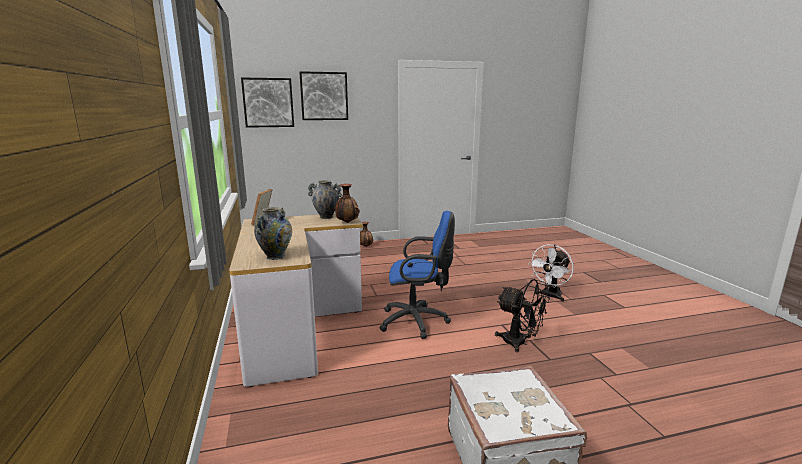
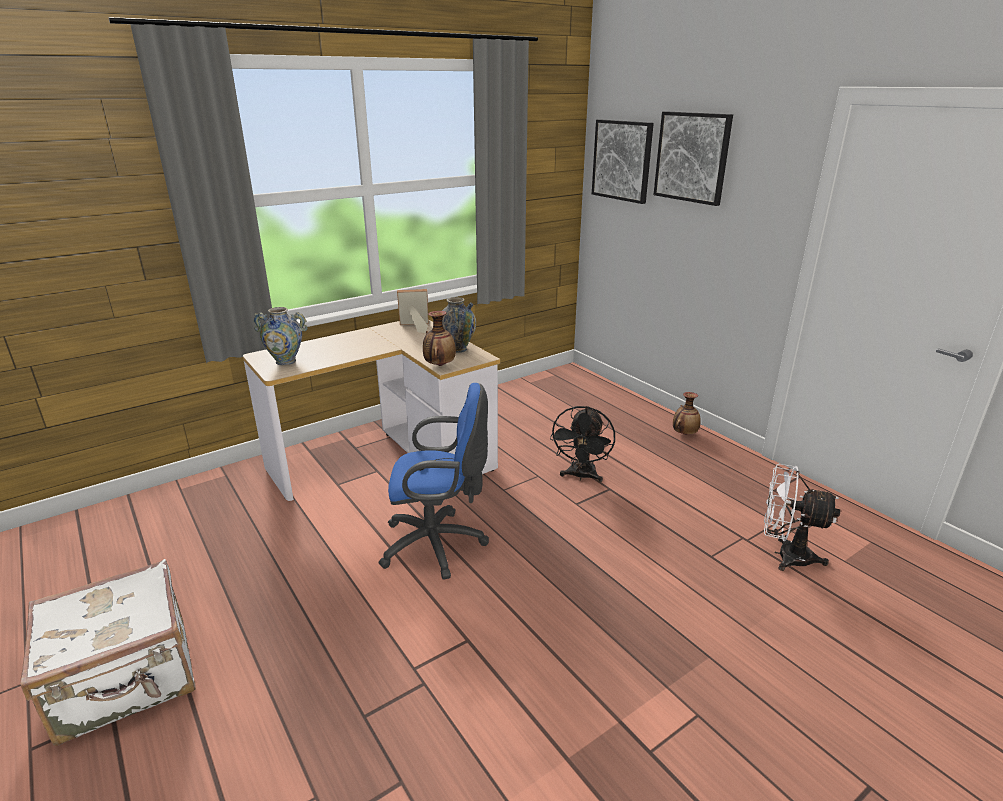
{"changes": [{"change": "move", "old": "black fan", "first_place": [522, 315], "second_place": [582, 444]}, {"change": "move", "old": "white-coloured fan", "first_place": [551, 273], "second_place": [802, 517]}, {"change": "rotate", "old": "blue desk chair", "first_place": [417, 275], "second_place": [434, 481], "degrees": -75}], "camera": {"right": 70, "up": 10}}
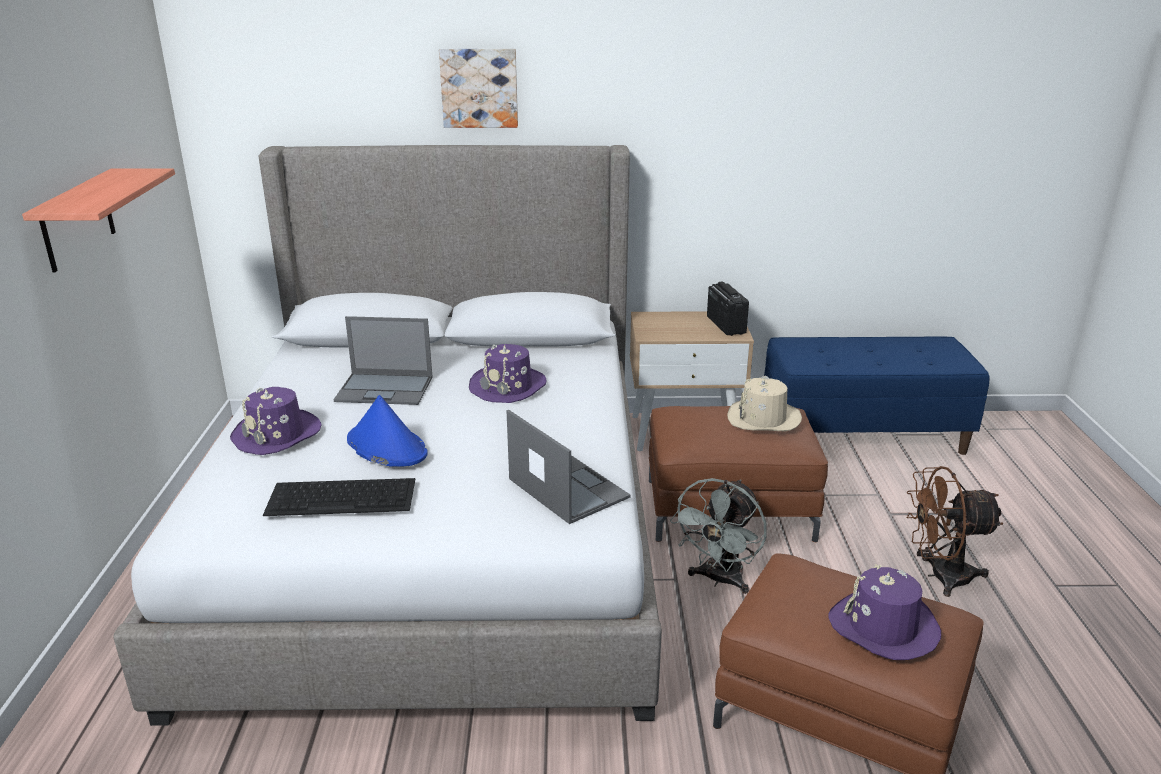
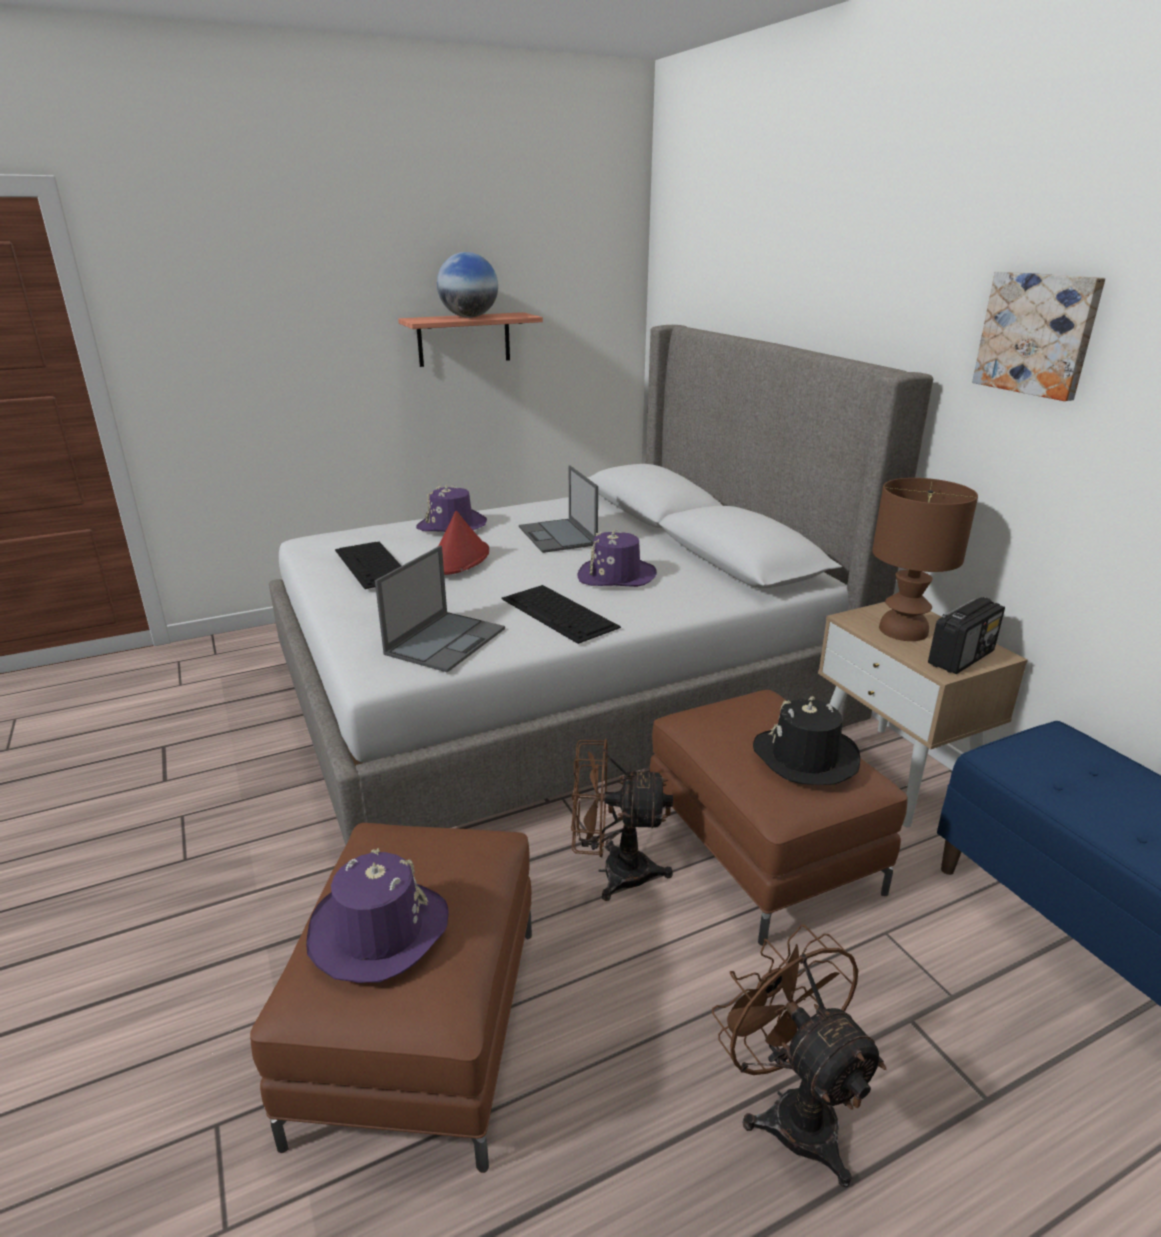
{"changes": [{"change": "insert", "new": "world globe", "second_place": [467, 285]}, {"change": "insert", "new": "PC keyboard", "second_place": [561, 614]}, {"change": "insert", "new": "brown-coloured lamp for a table", "second_place": [925, 559]}, {"change": "move", "old": "wall art", "first_place": [478, 88], "second_place": [1038, 336]}, {"change": "recolor", "old": "blue clothing hat", "new": "red-coloured clothing hat", "first_place": [387, 431], "second_place": [463, 543]}, {"change": "recolor", "old": "greyish fan", "new": "brown-coloured fan", "first_place": [718, 536], "second_place": [622, 820]}, {"change": "recolor", "old": "sand-coloured clothing hat", "new": "black clothing hat", "first_place": [764, 403], "second_place": [806, 740]}], "camera": {"right": 65, "up": 0}}
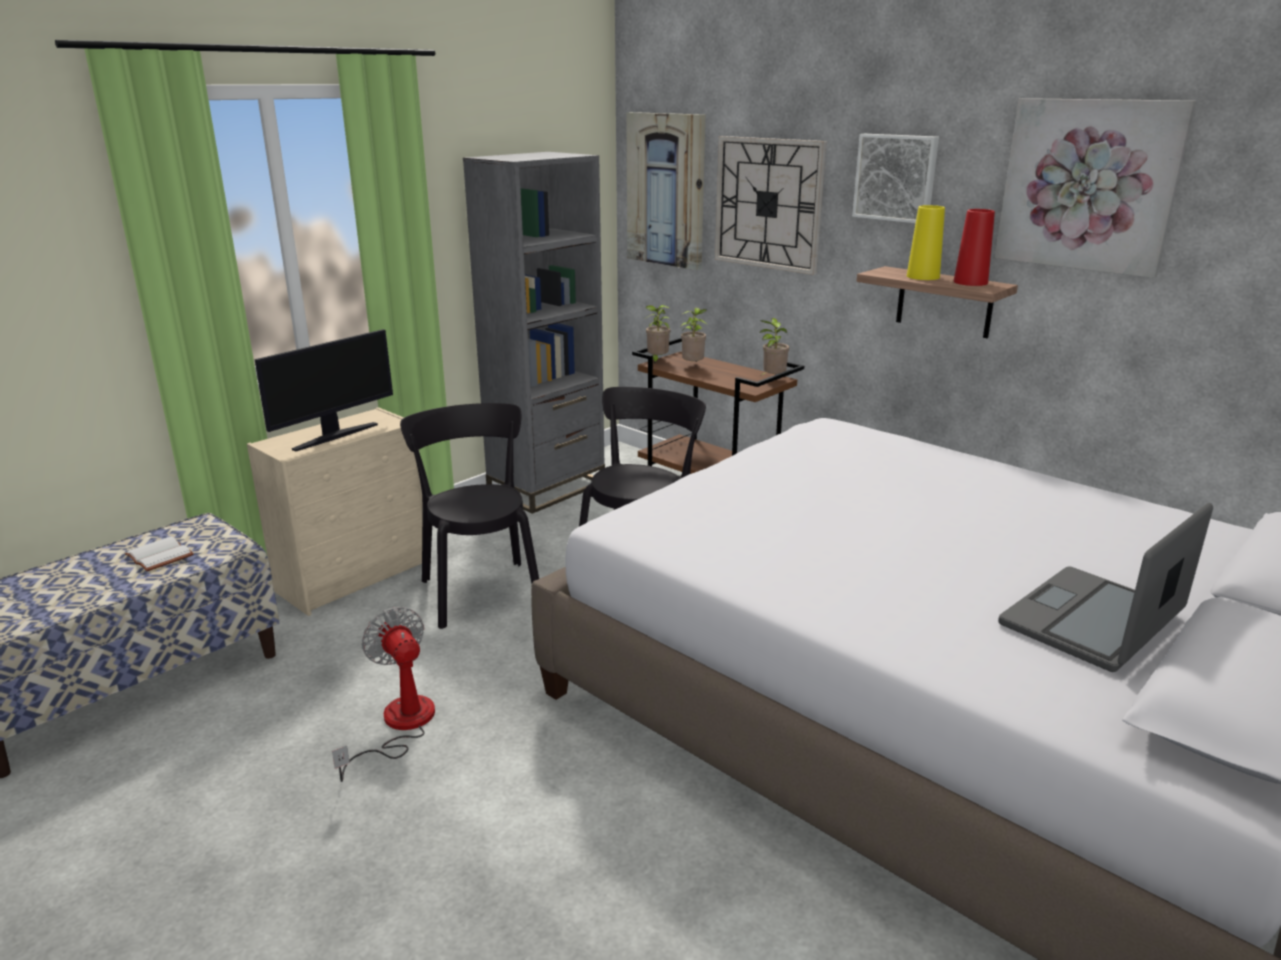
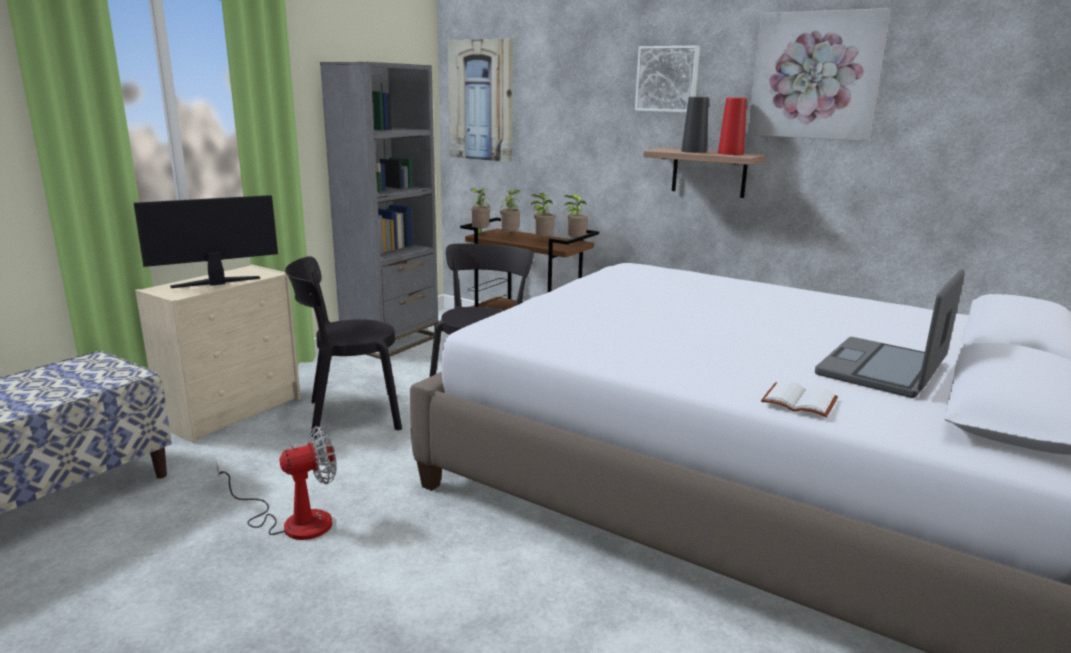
{"changes": [{"change": "delete", "old": "wall clock", "first_place": [770, 205]}, {"change": "insert", "new": "potted plant", "second_place": [543, 216]}, {"change": "move", "old": "white-coloured volume", "first_place": [159, 553], "second_place": [799, 398]}, {"change": "recolor", "old": "yellow-coloured vase", "new": "black vase", "first_place": [926, 242], "second_place": [695, 125]}, {"change": "rotate", "old": "computer screen", "first_place": [324, 390], "second_place": [206, 241], "degrees": -150}, {"change": "rotate", "old": "fan", "first_place": [383, 694], "second_place": [276, 483], "degrees": 105}, {"change": "rotate", "old": "black chair", "first_place": [469, 516], "second_place": [343, 348], "degrees": -75}], "camera": {"right": -10, "up": -5}}
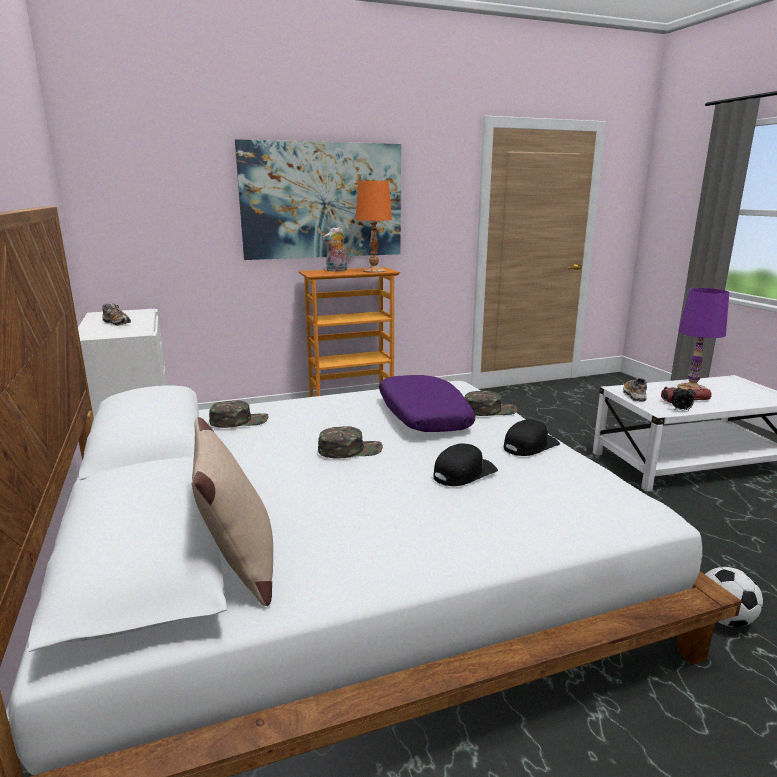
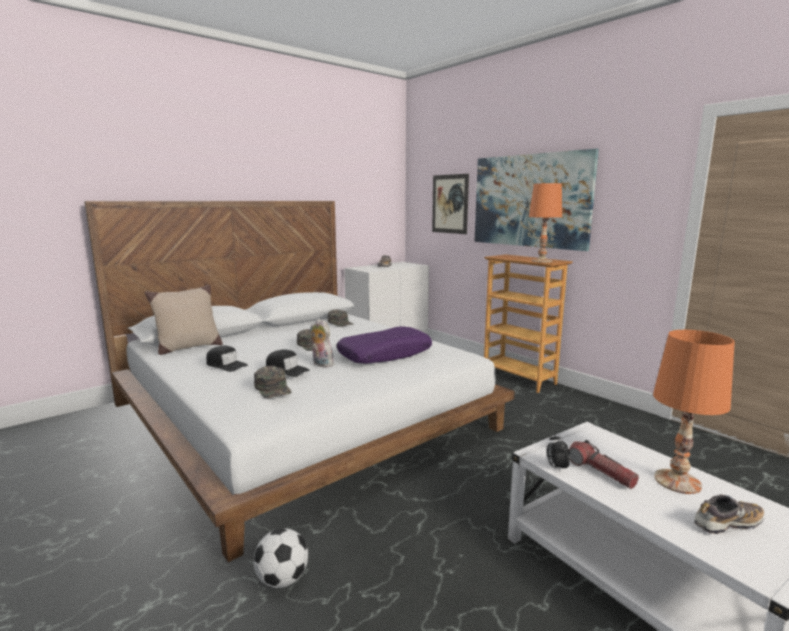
{"changes": [{"change": "insert", "new": "wall art", "second_place": [450, 204]}, {"change": "move", "old": "cuddly toy", "first_place": [334, 249], "second_place": [322, 343]}, {"change": "move", "old": "green cap", "first_place": [490, 403], "second_place": [272, 382]}, {"change": "move", "old": "black cap", "first_place": [532, 437], "second_place": [227, 358]}, {"change": "move", "old": "low shoe", "first_place": [635, 390], "second_place": [729, 514]}, {"change": "recolor", "old": "purple lamp for a table", "new": "orangey lamp for a table", "first_place": [703, 338], "second_place": [694, 412]}], "camera": {"right": 70, "up": -5}}
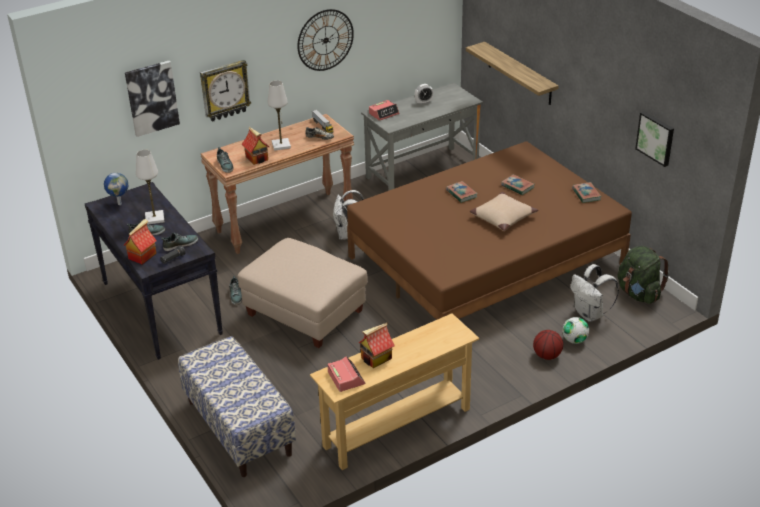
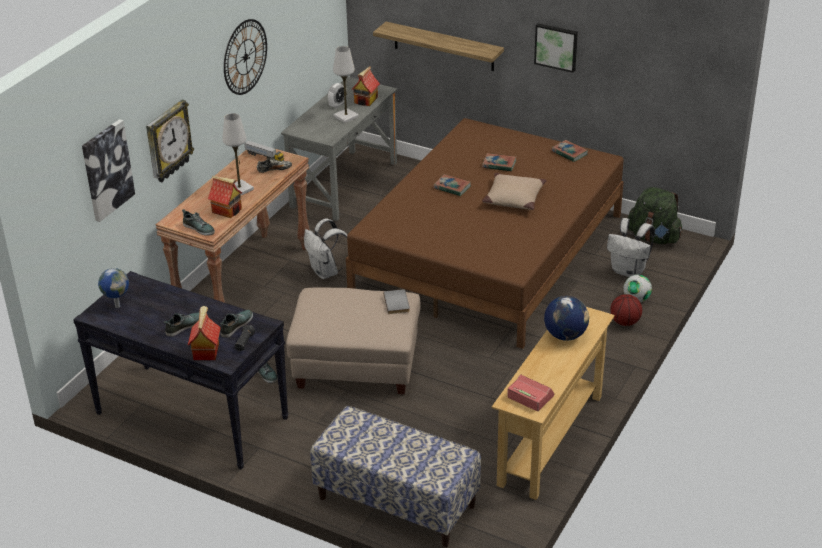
{"changes": [{"change": "delete", "old": "table clock", "first_place": [384, 110]}, {"change": "insert", "new": "greyish volume", "second_place": [396, 301]}, {"change": "insert", "new": "world globe", "second_place": [566, 318]}, {"change": "move", "old": "white-coloured lamp for a table", "first_place": [150, 187], "second_place": [346, 84]}, {"change": "move", "old": "toy house", "first_place": [376, 345], "second_place": [365, 86]}, {"change": "move", "old": "wall art", "first_place": [654, 139], "second_place": [556, 48]}], "camera": {"right": -30, "up": 0}}
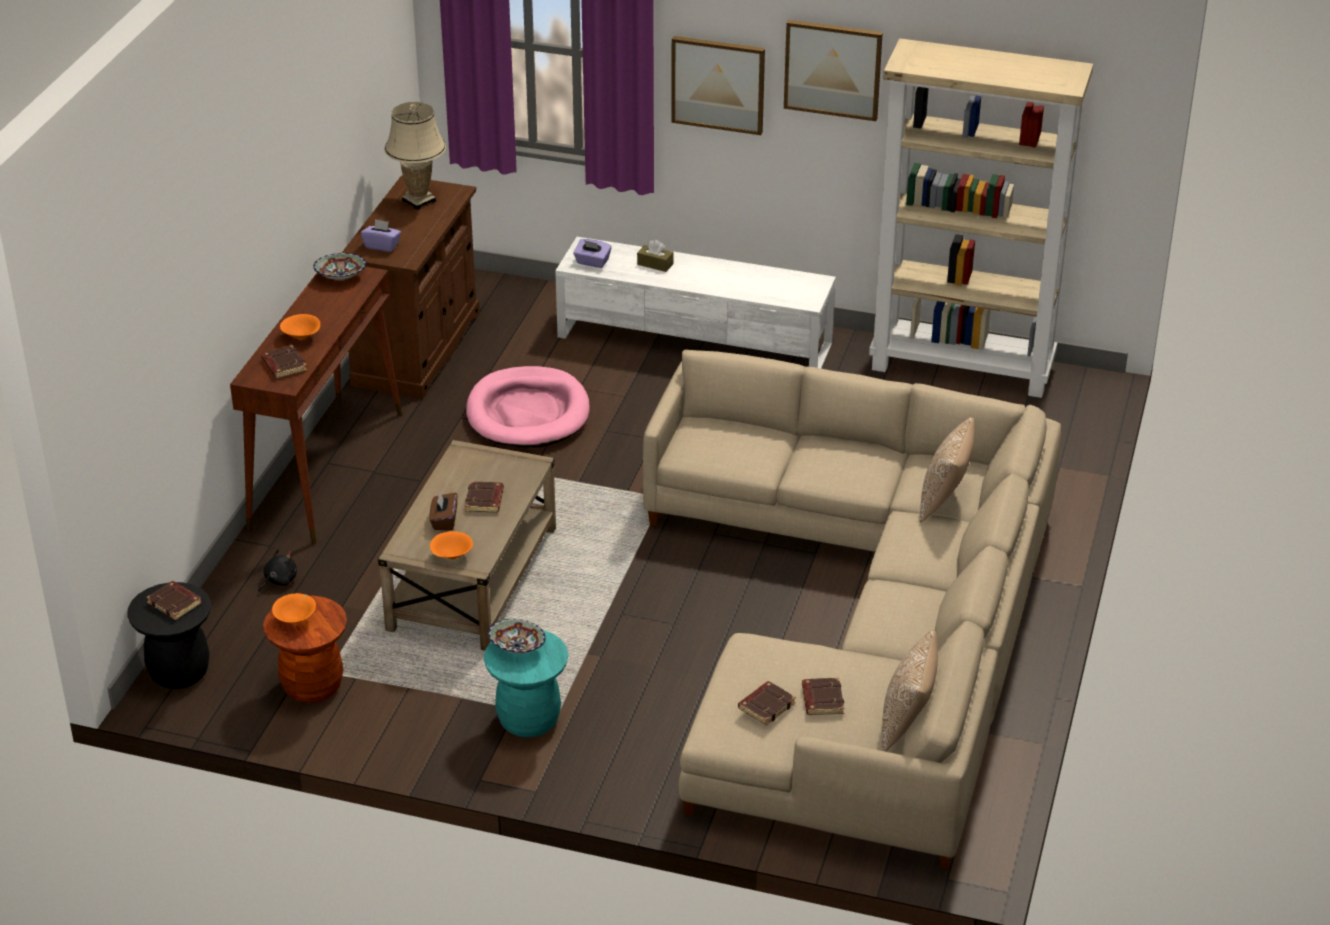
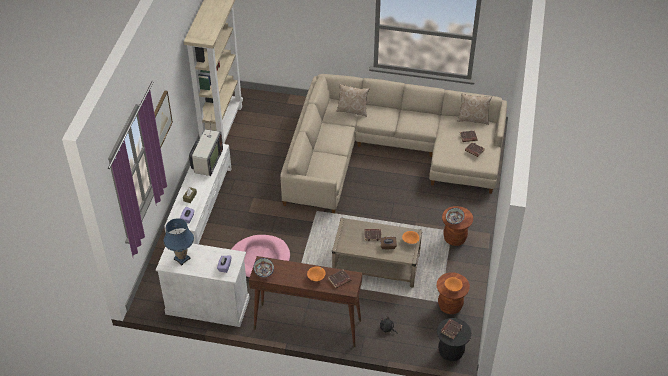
{"changes": [{"change": "delete", "old": "wall art", "first_place": [833, 70]}, {"change": "insert", "new": "TV", "second_place": [206, 145]}, {"change": "recolor", "old": "brown-coloured storage cabinet", "new": "white-coloured storage cabinet", "first_place": [411, 286], "second_place": [203, 285]}, {"change": "recolor", "old": "sand-coloured lamp for a table", "new": "blue lamp for a table", "first_place": [415, 156], "second_place": [178, 241]}, {"change": "recolor", "old": "blue-green stool", "new": "brown-coloured stool", "first_place": [526, 683], "second_place": [457, 226]}], "camera": {"right": -95, "up": 10}}
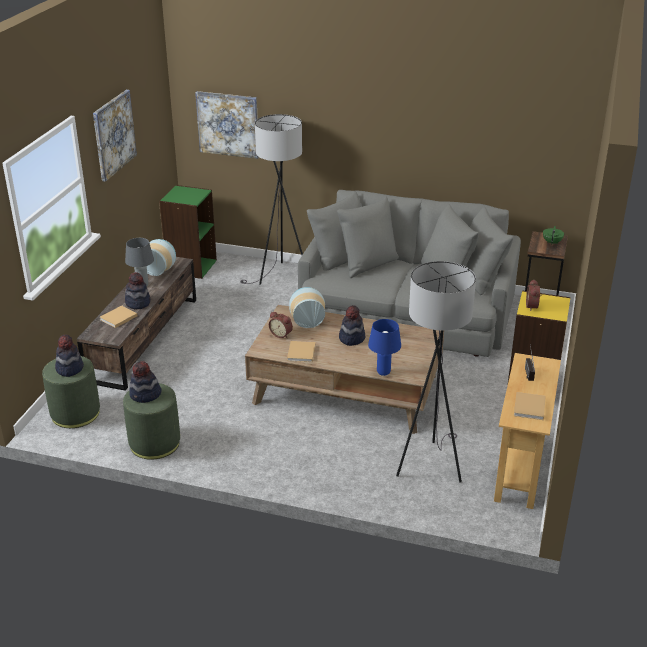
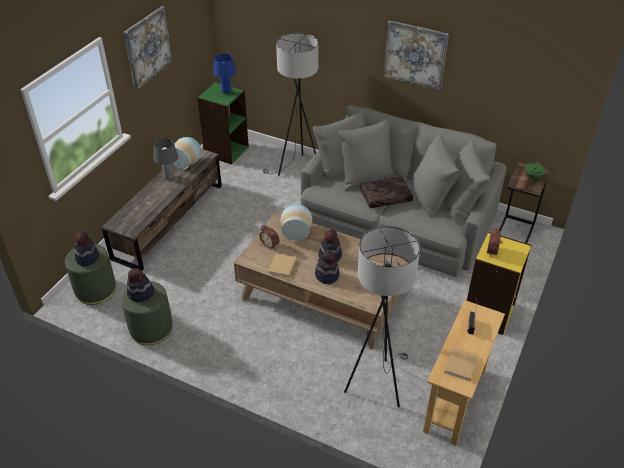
{"changes": [{"change": "delete", "old": "sand-coloured volume", "first_place": [119, 316]}, {"change": "insert", "new": "brown-coloured pillow", "second_place": [386, 192]}, {"change": "move", "old": "clothing hat", "first_place": [138, 290], "second_place": [327, 267]}, {"change": "move", "old": "wall art", "first_place": [227, 125], "second_place": [416, 55]}, {"change": "move", "old": "blue lamp for a table", "first_place": [384, 347], "second_place": [224, 74]}], "camera": {"right": 10, "up": 10}}
